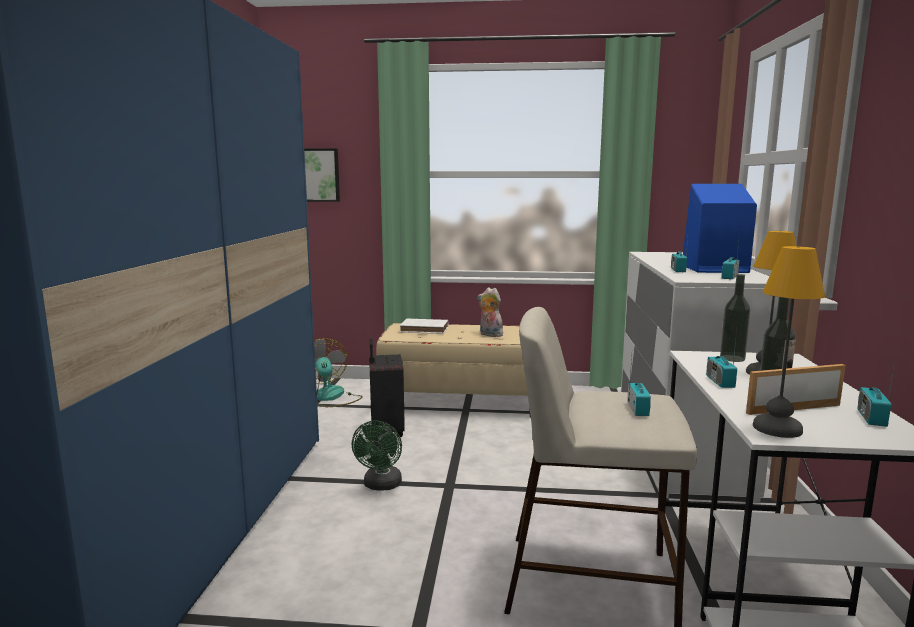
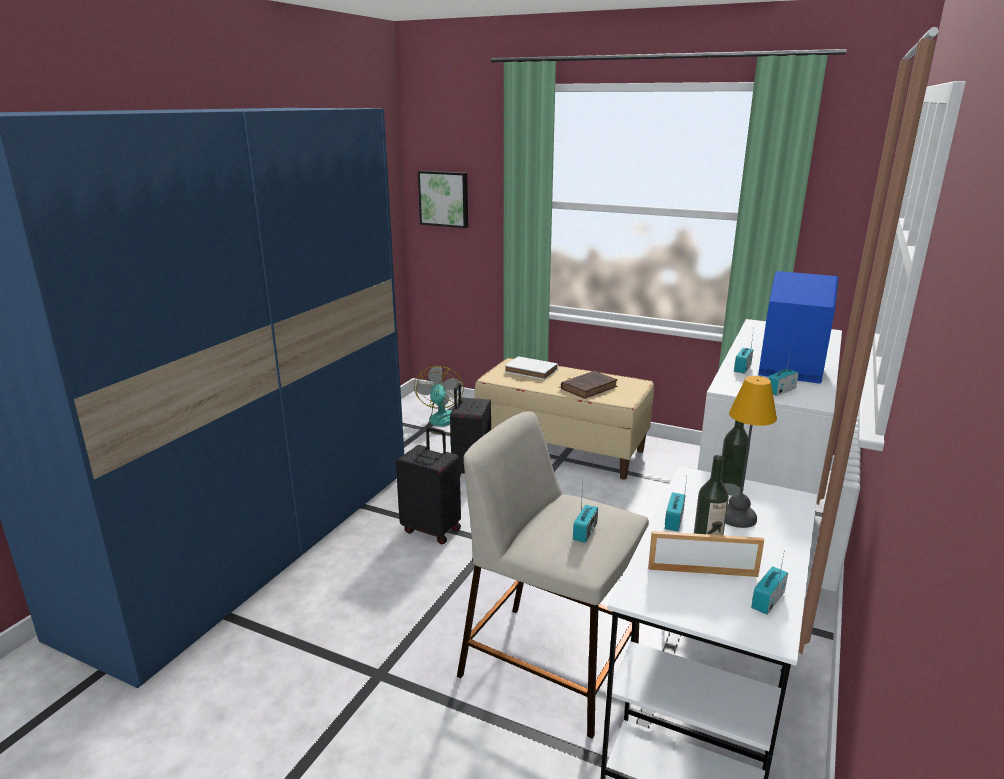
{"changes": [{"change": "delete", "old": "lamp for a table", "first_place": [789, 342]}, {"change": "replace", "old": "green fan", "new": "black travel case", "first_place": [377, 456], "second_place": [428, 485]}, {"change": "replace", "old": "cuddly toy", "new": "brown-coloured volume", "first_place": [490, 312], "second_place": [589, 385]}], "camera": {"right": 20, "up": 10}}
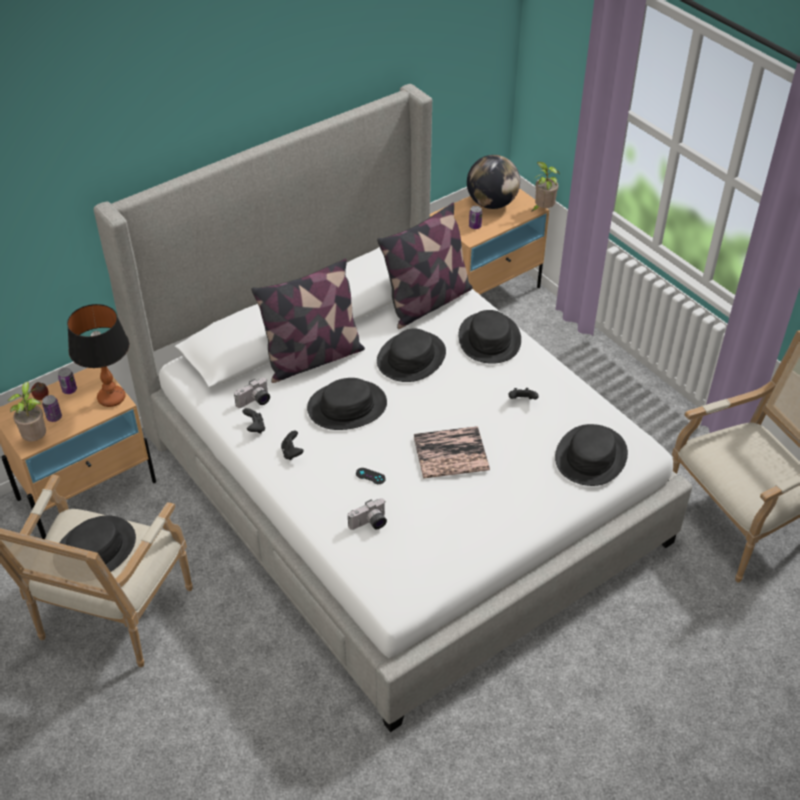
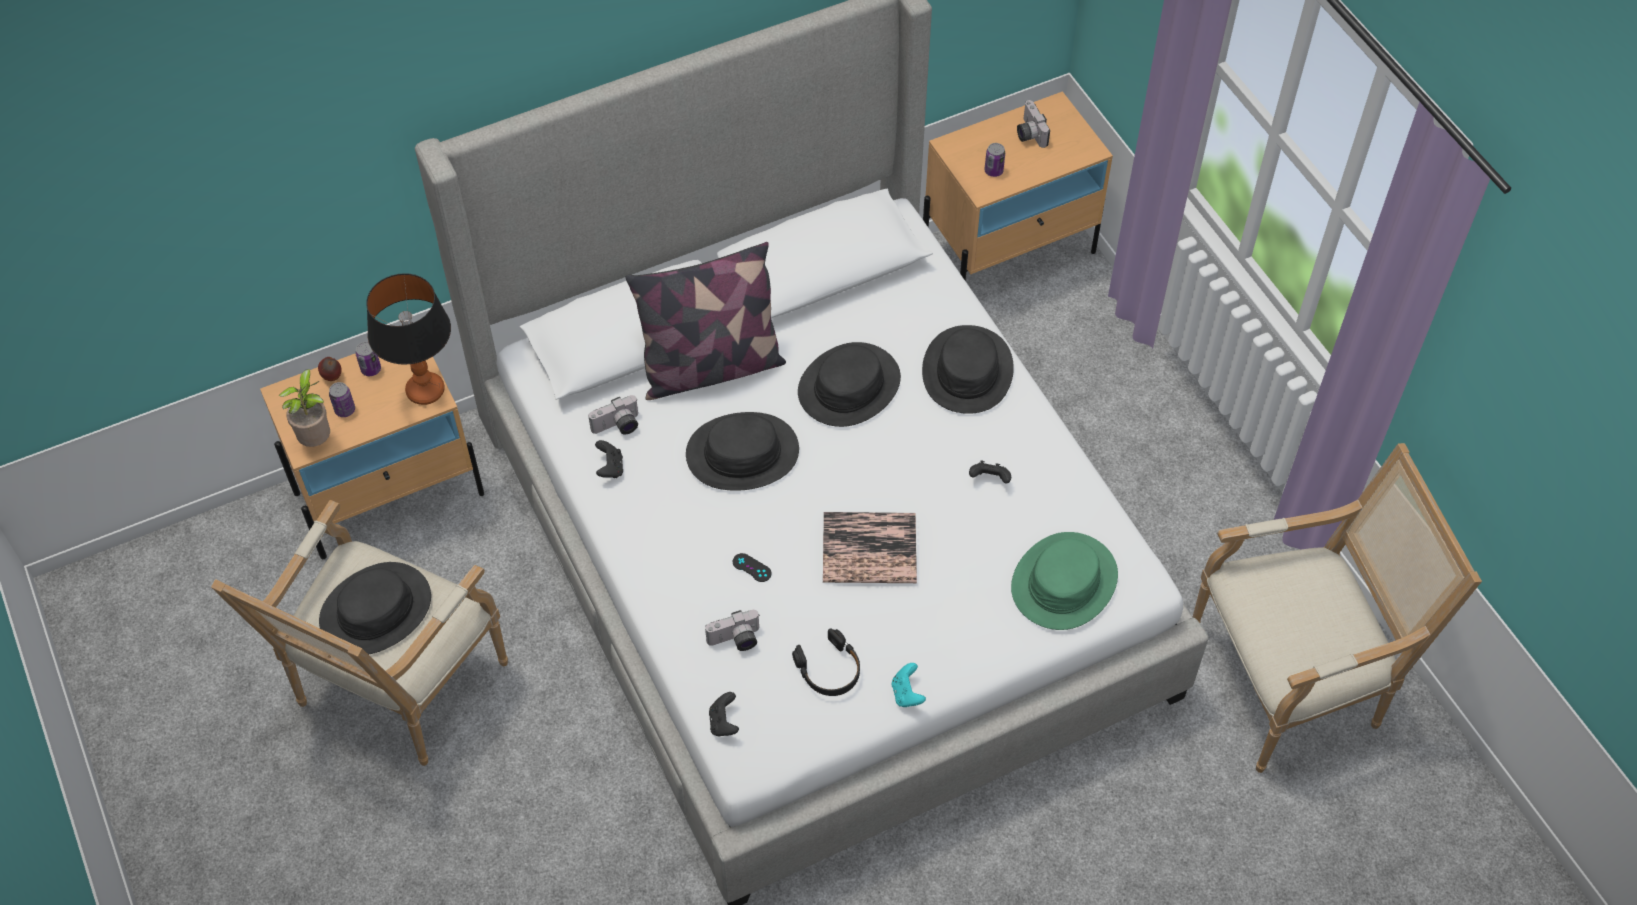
{"changes": [{"change": "delete", "old": "pillow", "first_place": [425, 266]}, {"change": "delete", "old": "potted plant", "first_place": [545, 187]}, {"change": "insert", "new": "black pair of headphones", "second_place": [826, 662]}, {"change": "insert", "new": "blue-green joypad", "second_place": [909, 685]}, {"change": "move", "old": "black joypad", "first_place": [292, 445], "second_place": [724, 714]}, {"change": "replace", "old": "world globe", "new": "still camera", "first_place": [493, 182], "second_place": [1033, 124]}, {"change": "recolor", "old": "black clothing hat", "new": "green clothing hat", "first_place": [591, 455], "second_place": [1064, 581]}], "camera": {"right": 10, "up": 10}}
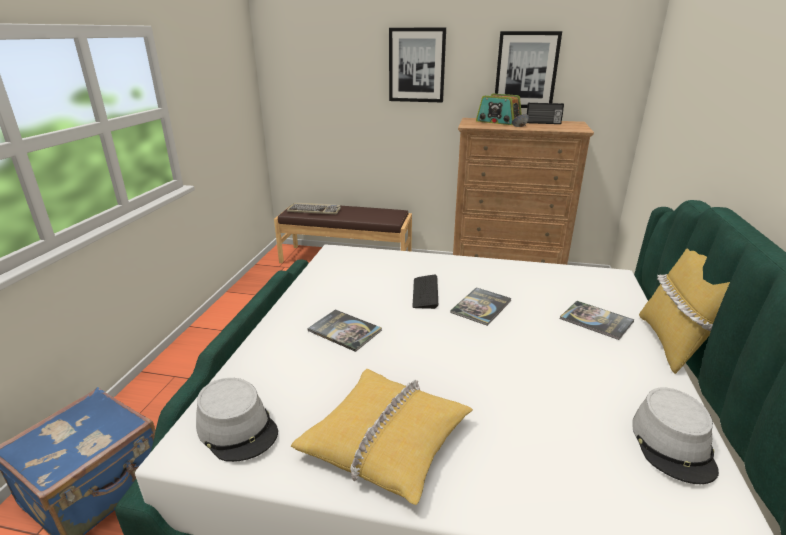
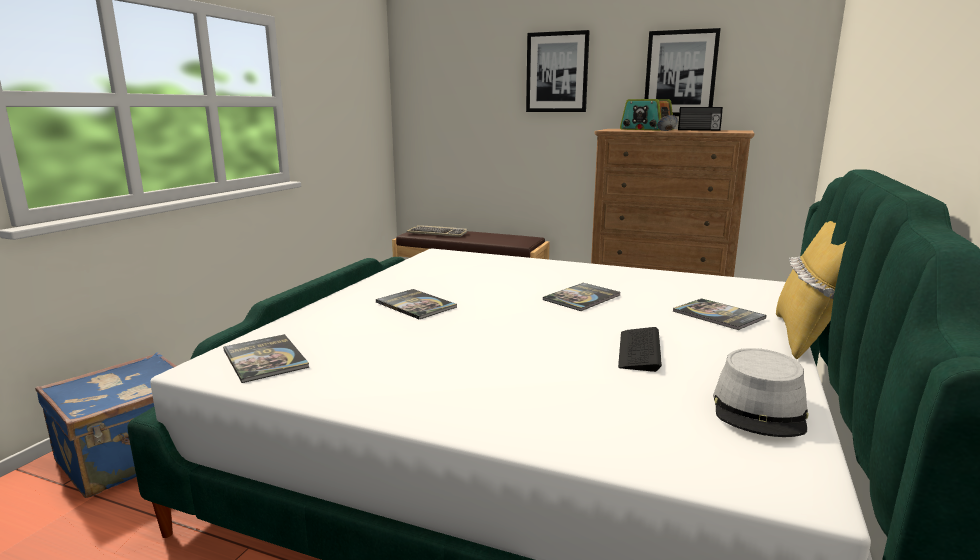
{"changes": [{"change": "delete", "old": "yellow-coloured pillow", "first_place": [382, 437]}, {"change": "move", "old": "PC keyboard", "first_place": [425, 291], "second_place": [640, 349]}, {"change": "replace", "old": "greyish clothing hat", "new": "volume", "first_place": [237, 420], "second_place": [266, 358]}], "camera": {"right": 10, "up": -10}}
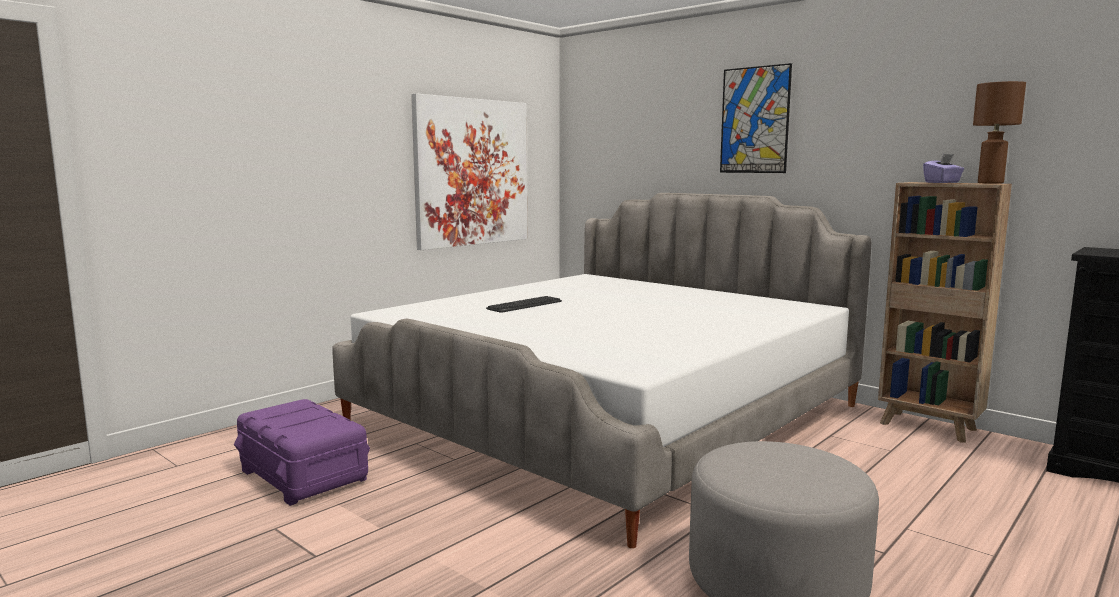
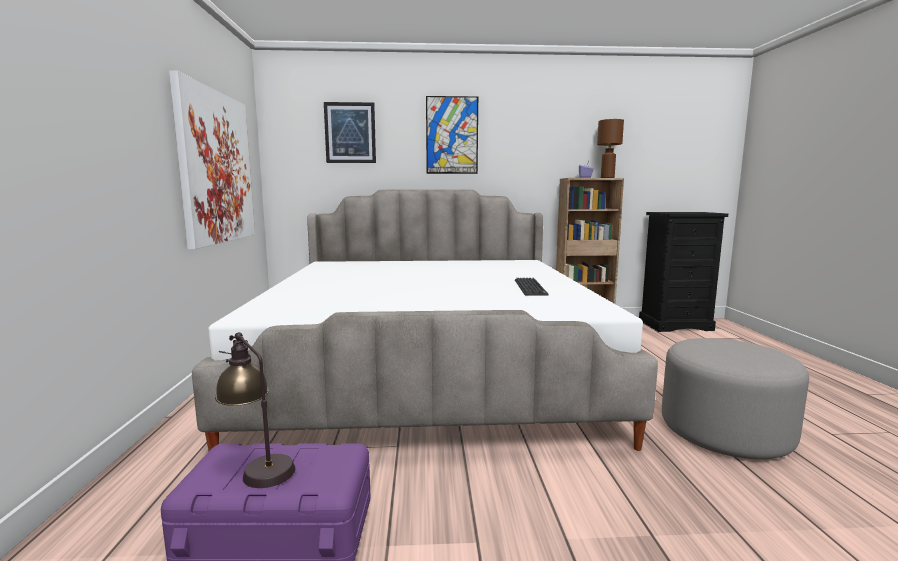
{"changes": [{"change": "insert", "new": "lamp for a table", "second_place": [255, 410]}, {"change": "insert", "new": "wall art", "second_place": [350, 132]}, {"change": "move", "old": "PC keyboard", "first_place": [524, 304], "second_place": [532, 287]}], "camera": {"right": -45, "up": 0}}
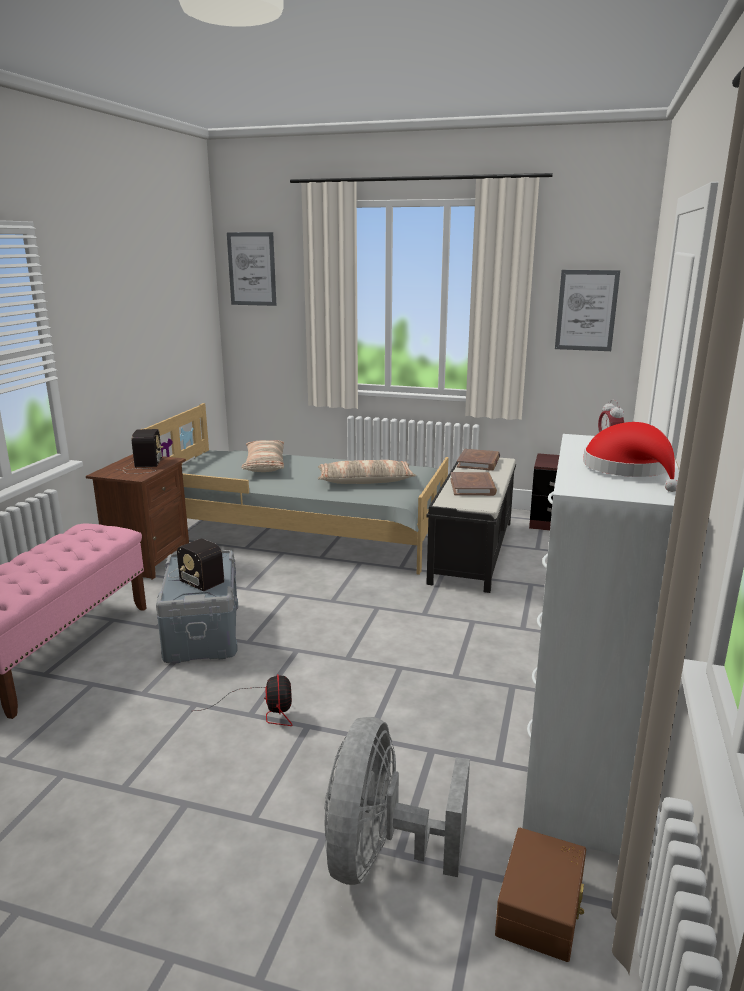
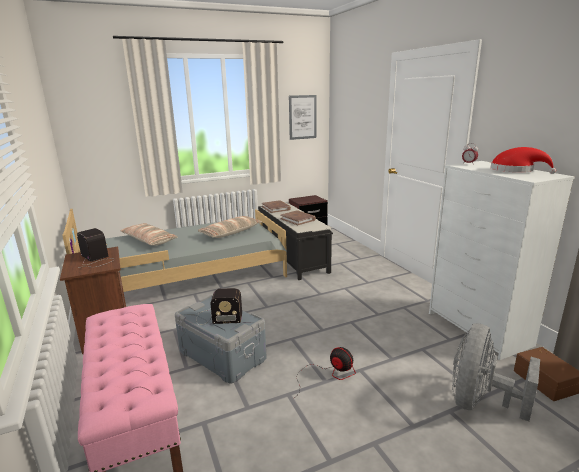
{"changes": [{"change": "delete", "old": "wall art", "first_place": [251, 269]}, {"change": "rotate", "old": "greyish fan", "first_place": [397, 801], "second_place": [496, 372], "degrees": 60}], "camera": {"right": -40, "up": 0}}
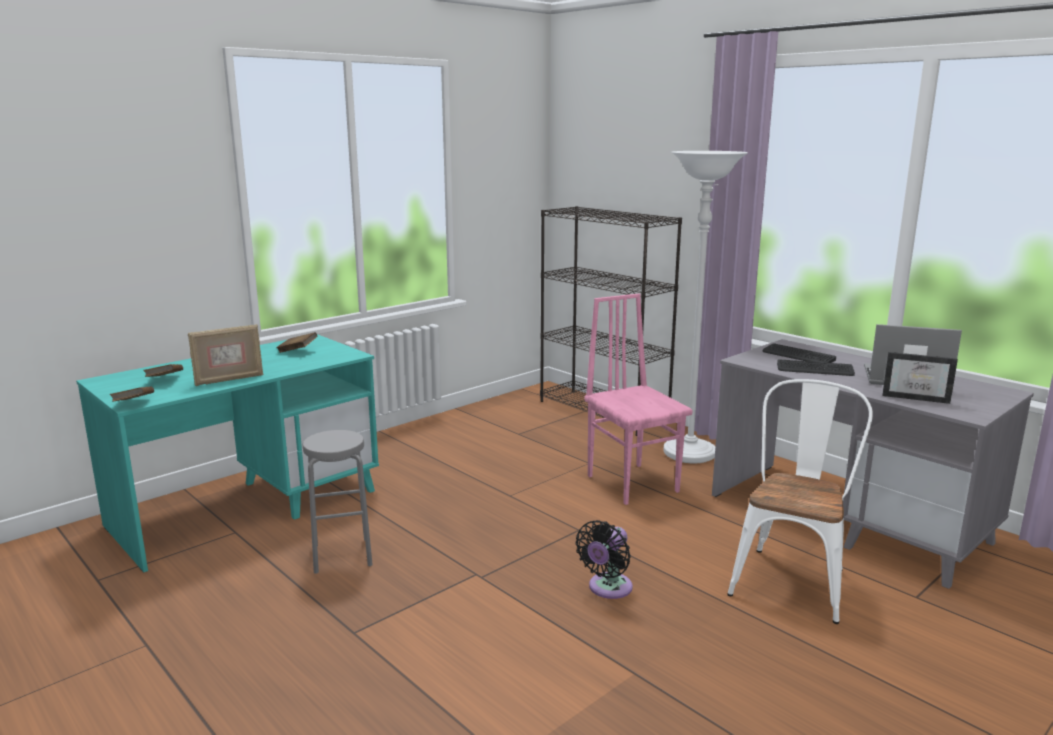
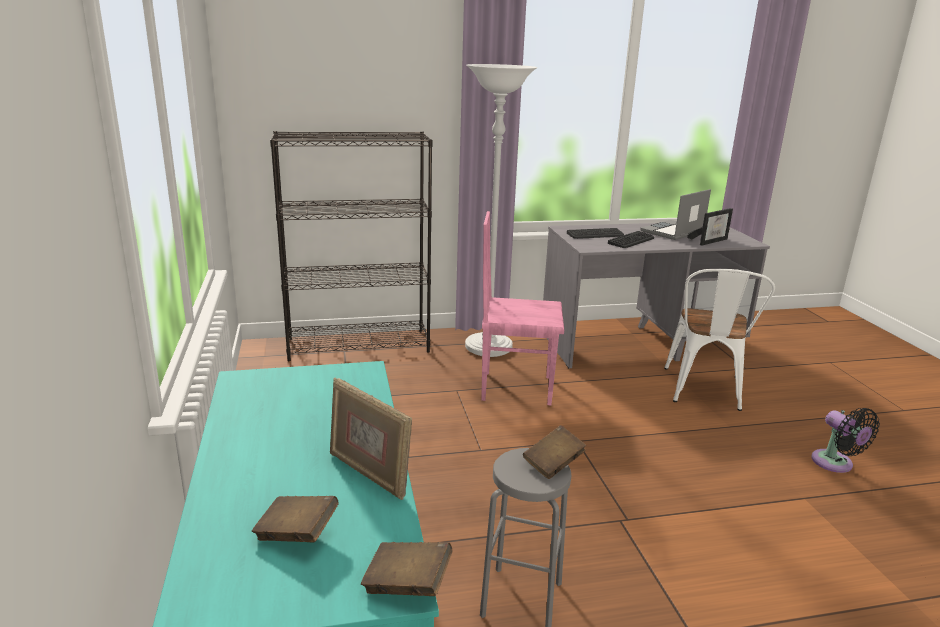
{"changes": [{"change": "move", "old": "brown-coloured volume", "first_place": [296, 342], "second_place": [554, 452]}, {"change": "move", "old": "black fan", "first_place": [604, 559], "second_place": [845, 440]}, {"change": "rotate", "old": "picture frame", "first_place": [225, 355], "second_place": [371, 439], "degrees": 135}, {"change": "rotate", "old": "white-coloured chair", "first_place": [800, 501], "second_place": [719, 340], "degrees": -135}], "camera": {"right": -60, "up": 5}}
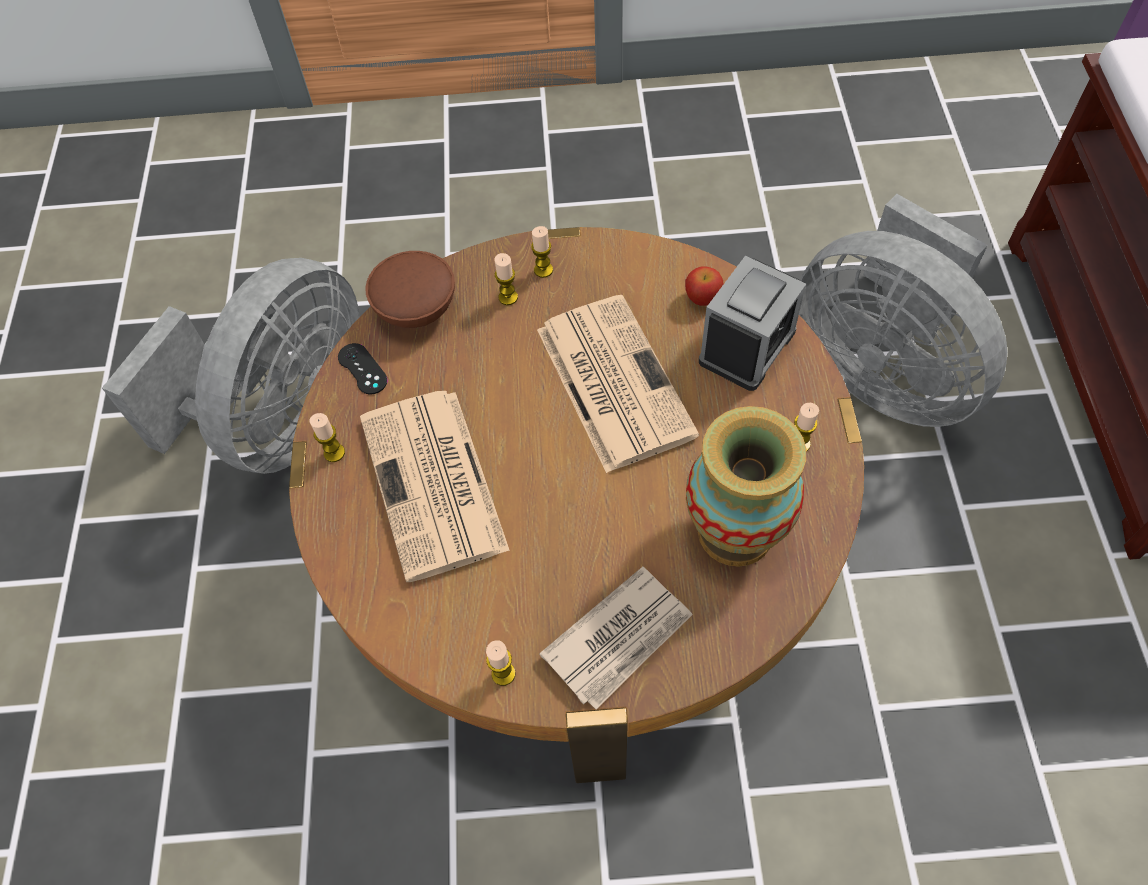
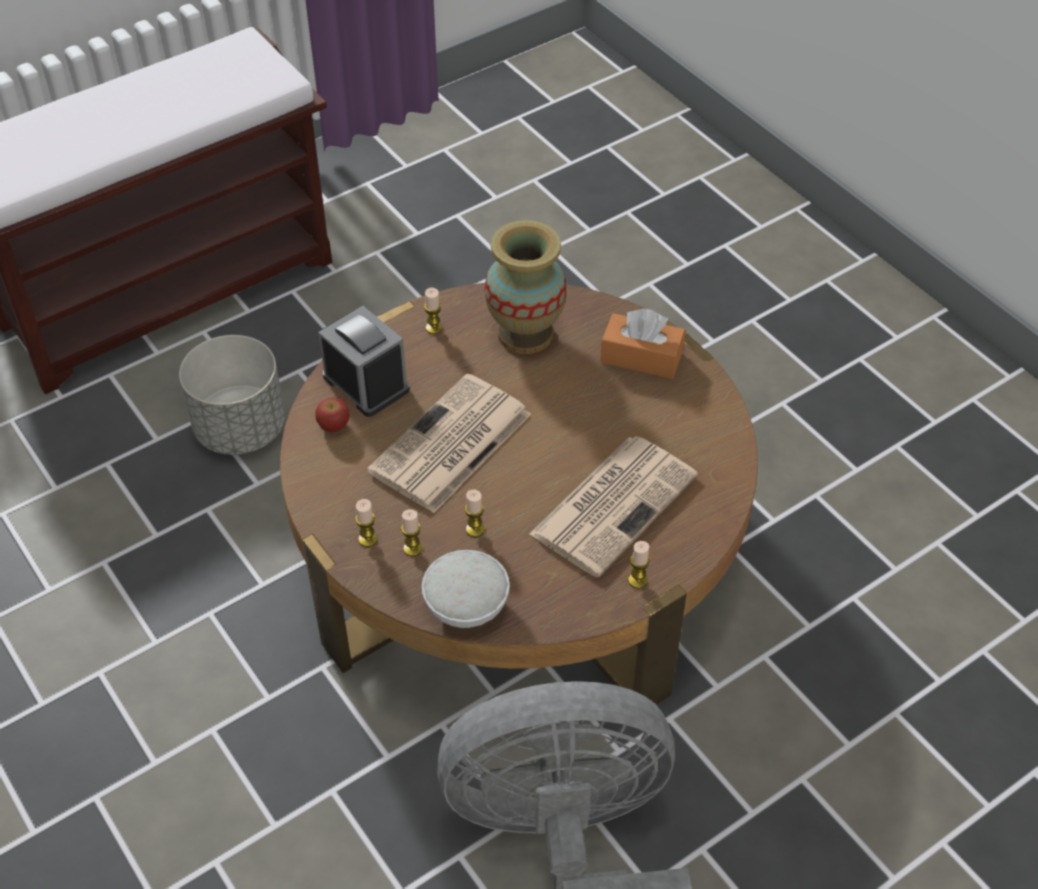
{"changes": [{"change": "delete", "old": "black joypad", "first_place": [363, 368]}, {"change": "move", "old": "wax light", "first_place": [501, 663], "second_place": [475, 513]}, {"change": "replace", "old": "printed paper", "new": "orangey box of tissues", "first_place": [616, 638], "second_place": [643, 344]}, {"change": "replace", "old": "greyish fan", "new": "greyish planter", "first_place": [903, 310], "second_place": [232, 395]}, {"change": "recolor", "old": "brown-coloured deep dish", "new": "white-coloured deep dish", "first_place": [410, 289], "second_place": [466, 589]}, {"change": "rotate", "old": "table clock", "first_place": [752, 323], "second_place": [363, 361], "degrees": 45}], "camera": {"right": -125, "up": -10}}
